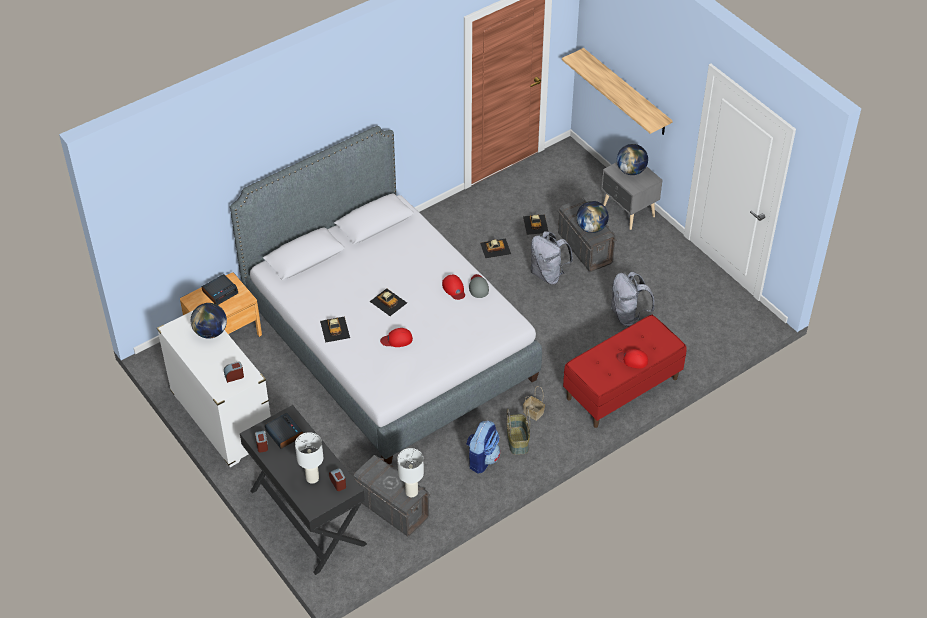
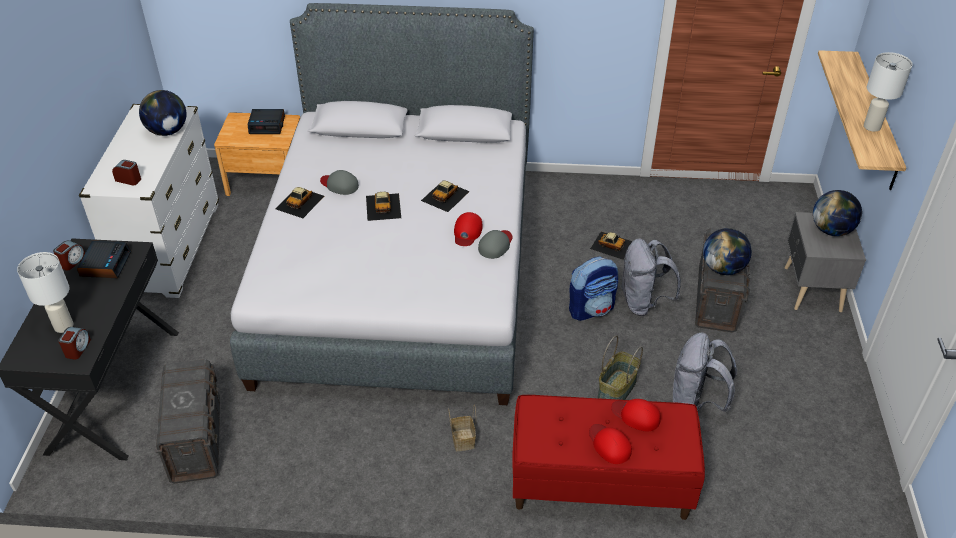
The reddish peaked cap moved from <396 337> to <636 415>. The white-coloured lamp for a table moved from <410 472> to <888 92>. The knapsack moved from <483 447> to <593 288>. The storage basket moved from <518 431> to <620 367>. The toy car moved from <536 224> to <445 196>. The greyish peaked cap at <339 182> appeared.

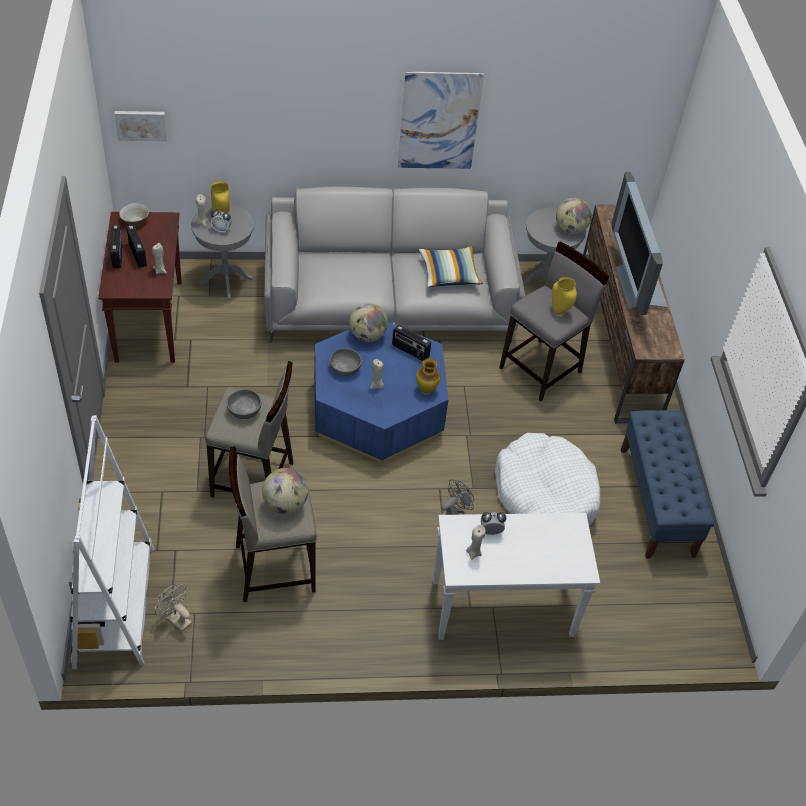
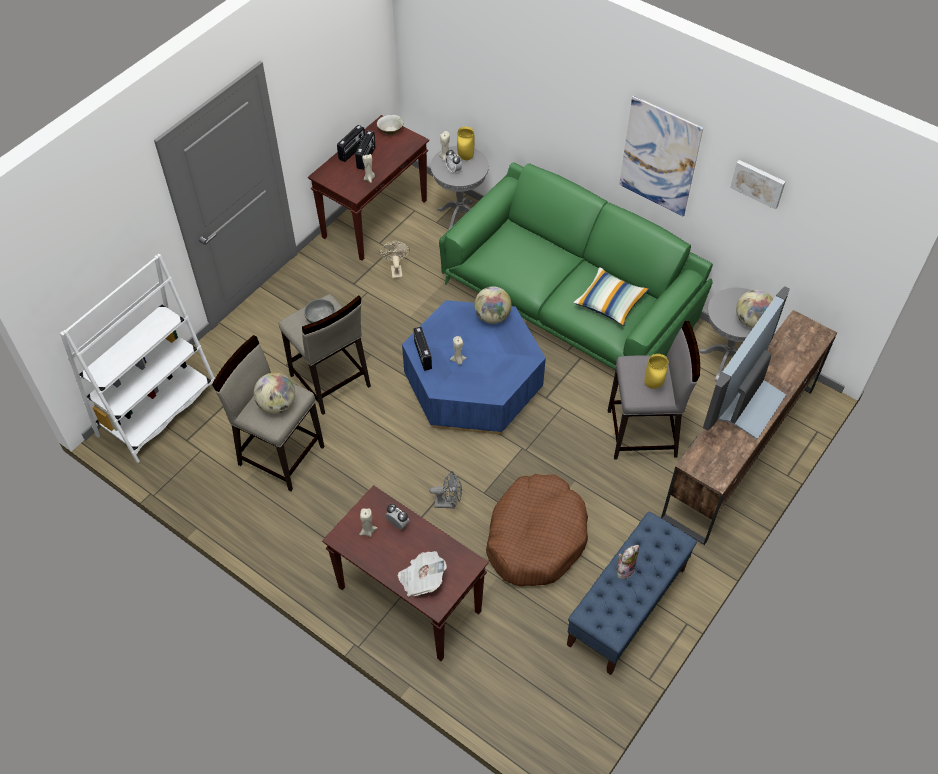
The wall art moved from <140 126> to <758 185>. The beige cooling fan moved from <173 608> to <394 260>. The greyish sofa at <394 265> became the greenish sofa at <576 266>. The greyish serving bowl at <346 362> disappeared. The radio moved from <411 343> to <423 349>. The flower vase at <428 376> disappeared. The white-coloured hall table at <516 576> became the brown-coloured hall table at <405 573>. The white-coloured dog cushion at <547 479> became the brown-coloured dog cushion at <537 530>. The newspaper at <422 574> appeared. The plush toy at <627 562> appeared.

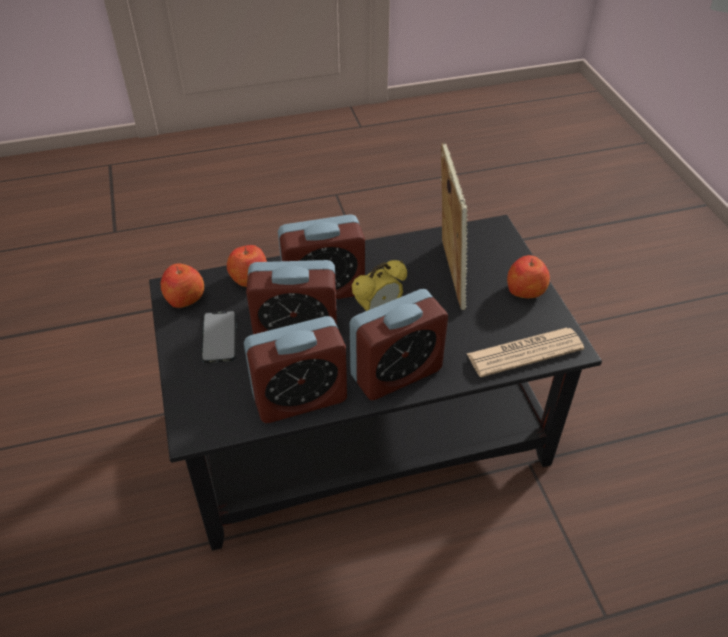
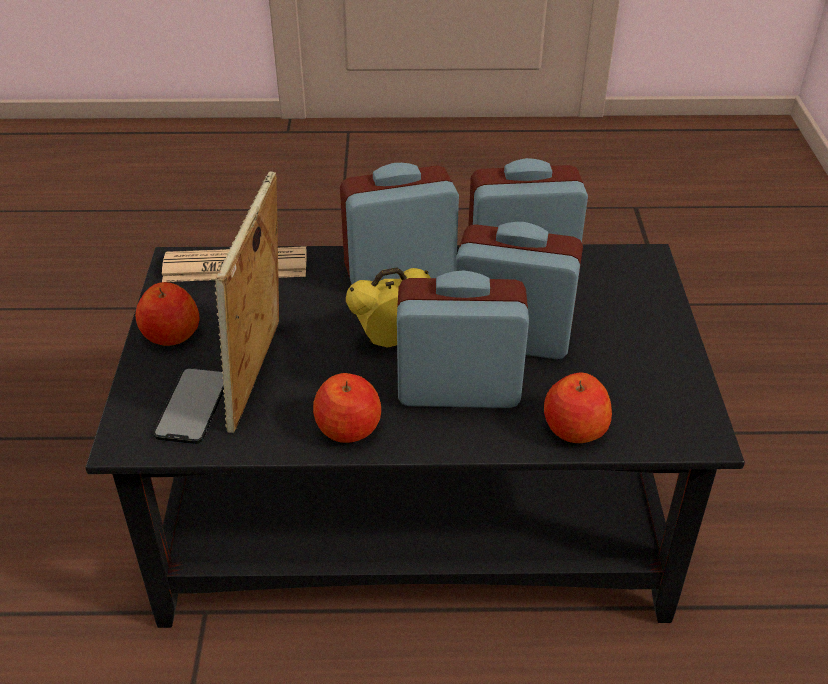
The whole apple moved from <182 286> to <347 408>. The handset moved from <218 336> to <189 405>.

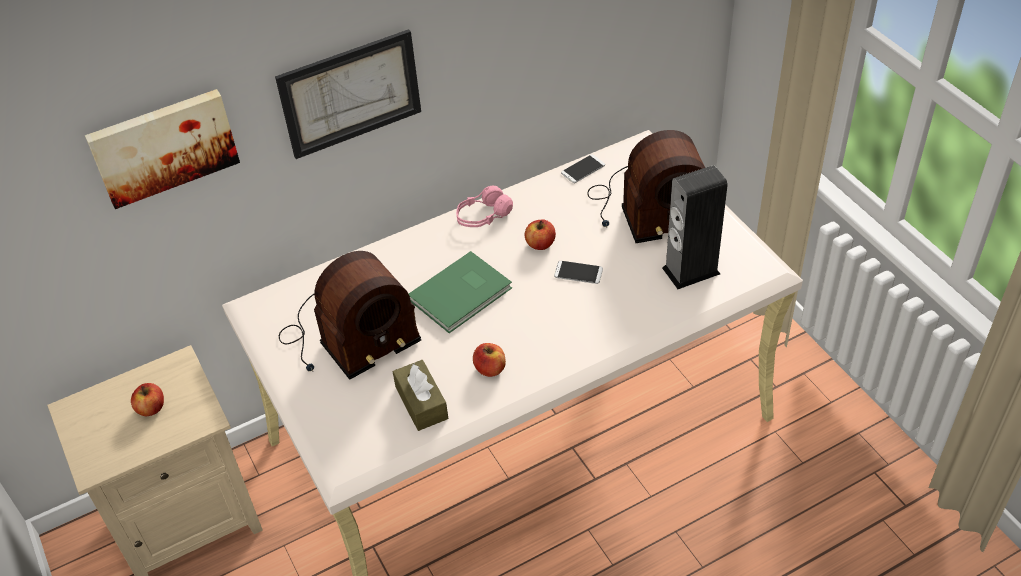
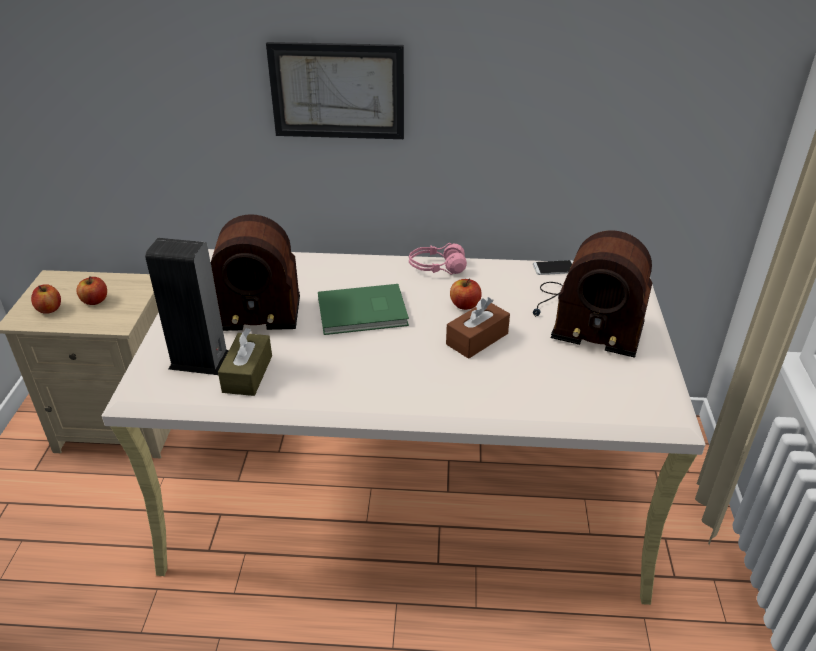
The wall art at <162 149> disappeared. The whole apple moved from <489 360> to <46 299>. The handset at <578 272> was replaced by the brown-coloured tissue holder at <478 328>. The loudspeaker moved from <695 227> to <186 306>.

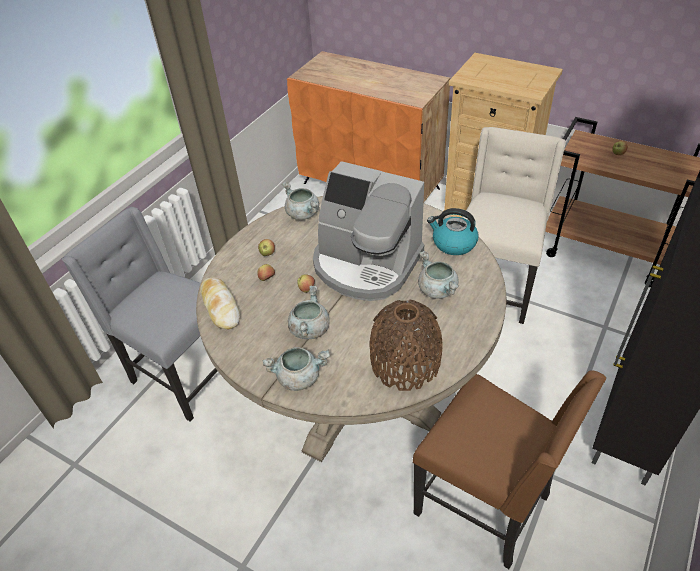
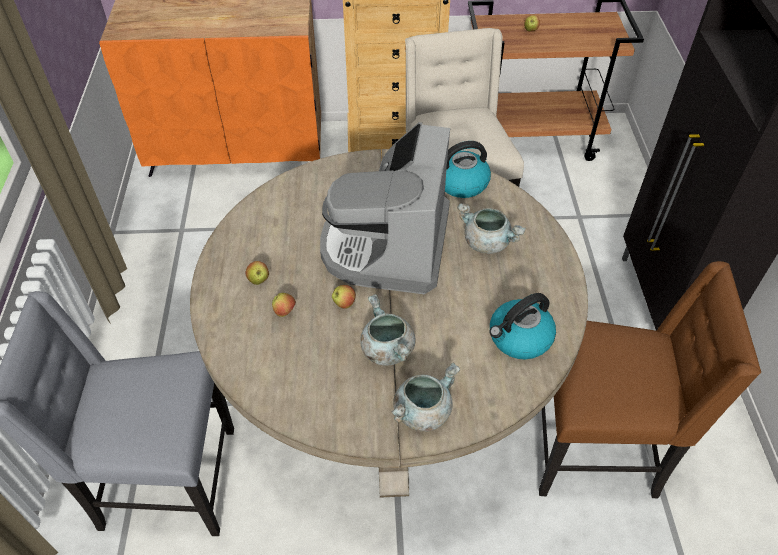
The bread at <220 303> disappeared. The greyish stockpot at <300 201> disappeared. The coffee brewer at <368 231> turned 105 degrees clockwise. The brown-coloured flower vase at <405 345> was replaced by the tea kettle at <523 326>.

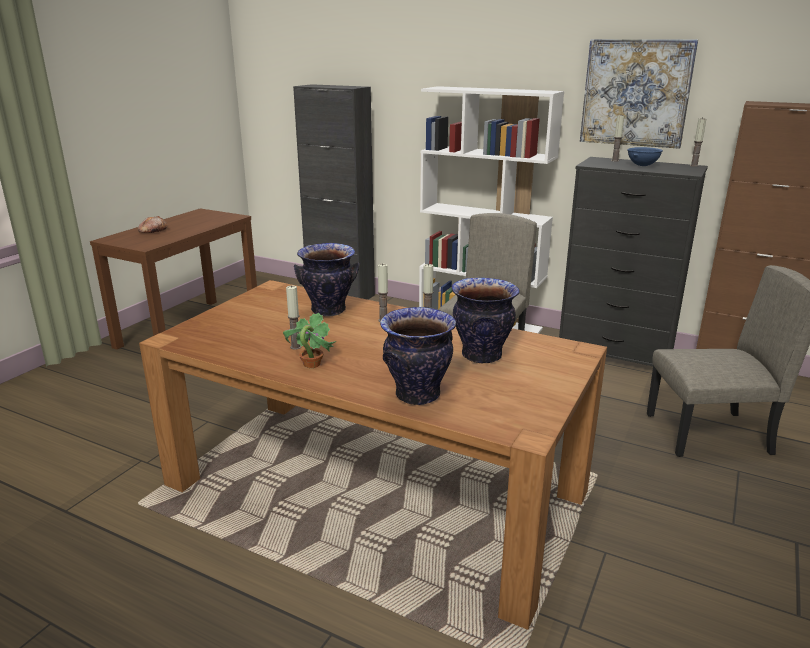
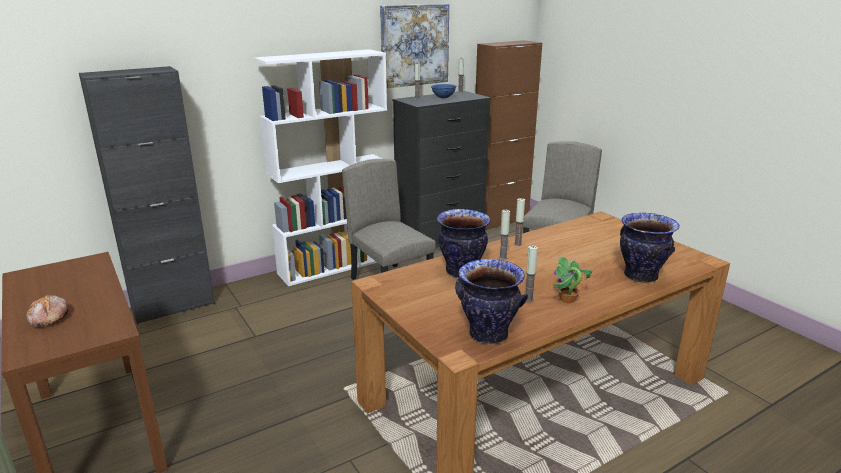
The flower vase moved from <486 320> to <491 301>.

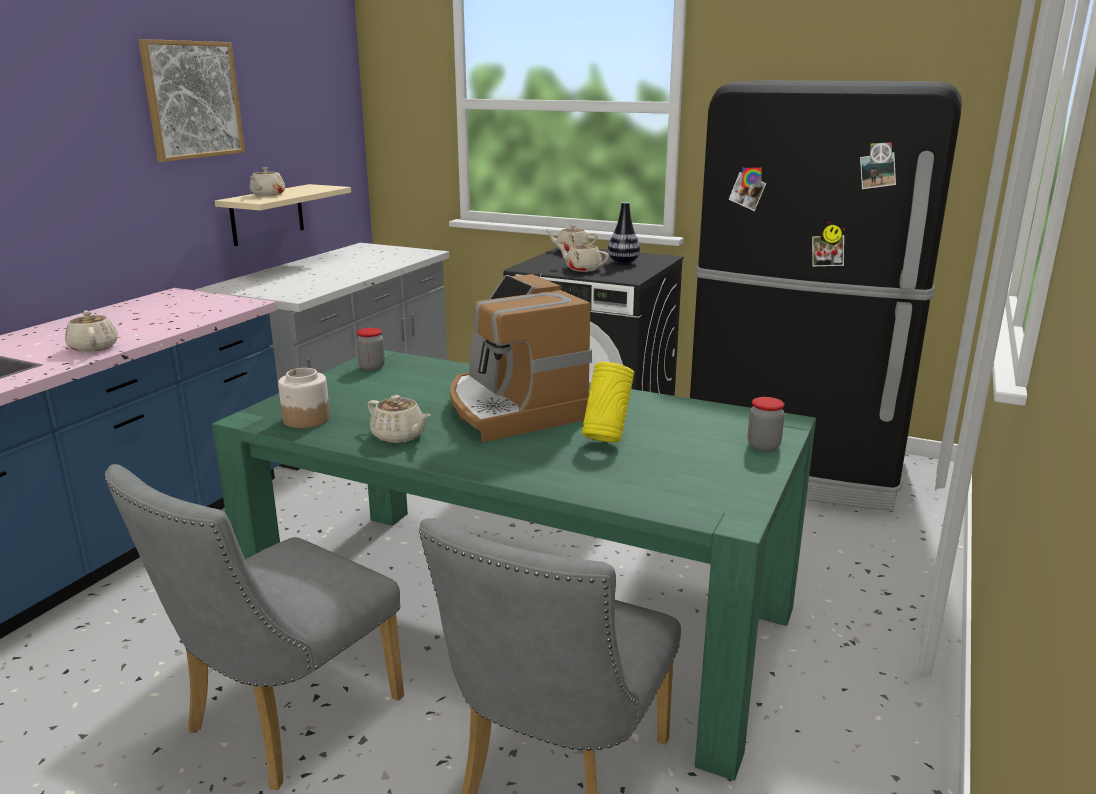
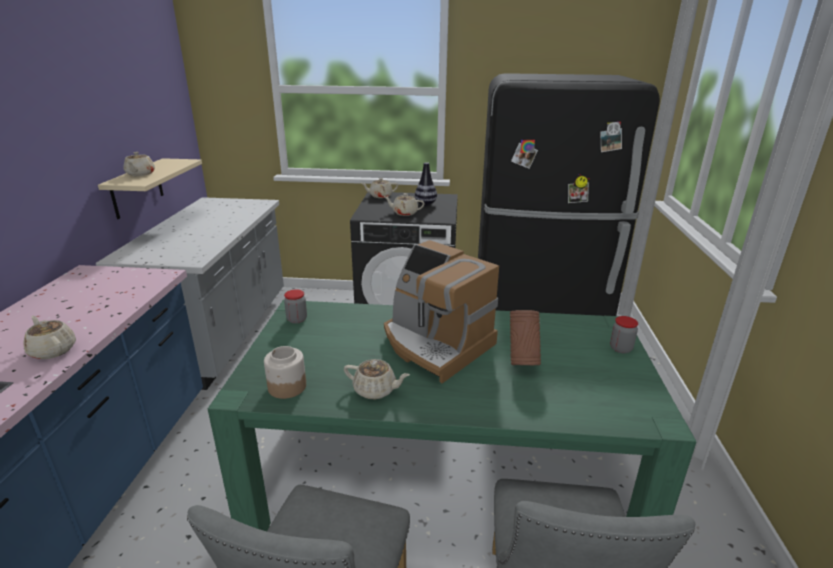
The wall art at <191 100> disappeared. The yellow flower vase at <608 402> became the brown-coloured flower vase at <525 337>.

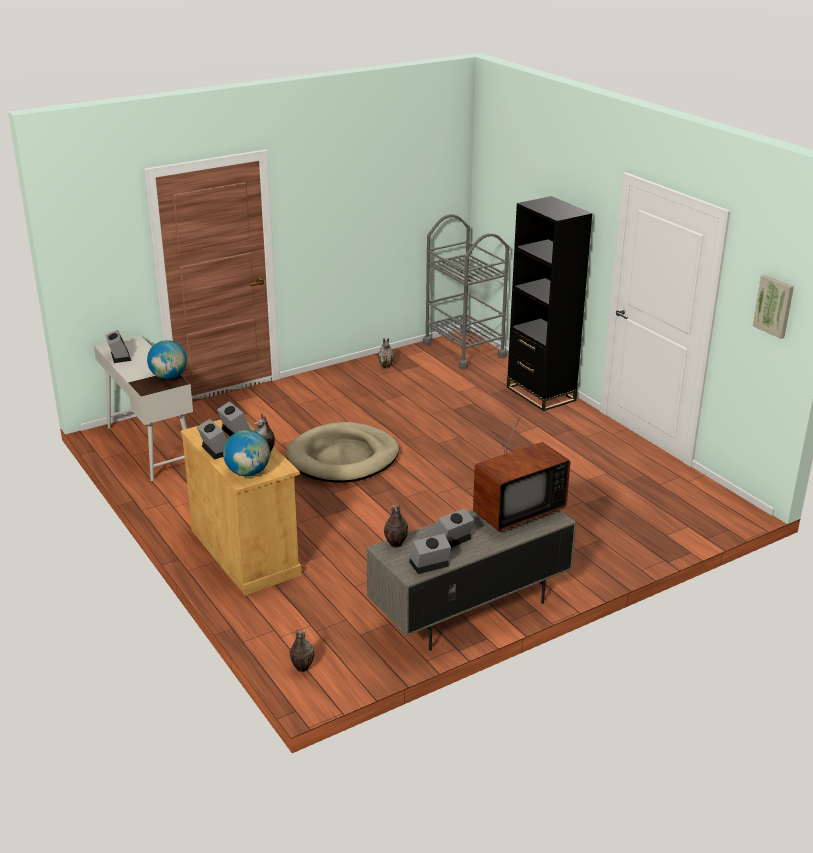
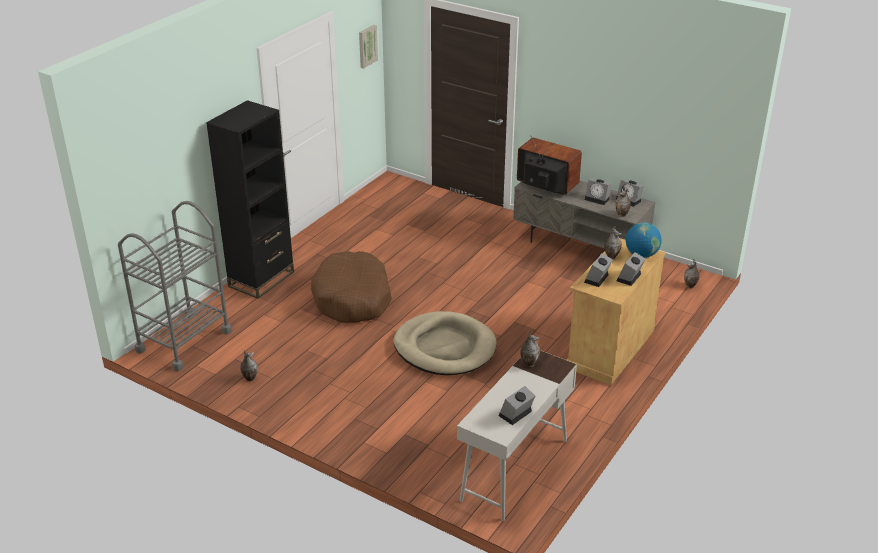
The globe at <167 359> was replaced by the flower vase at <530 349>. The brown-coloured dog cushion at <351 287> appeared.

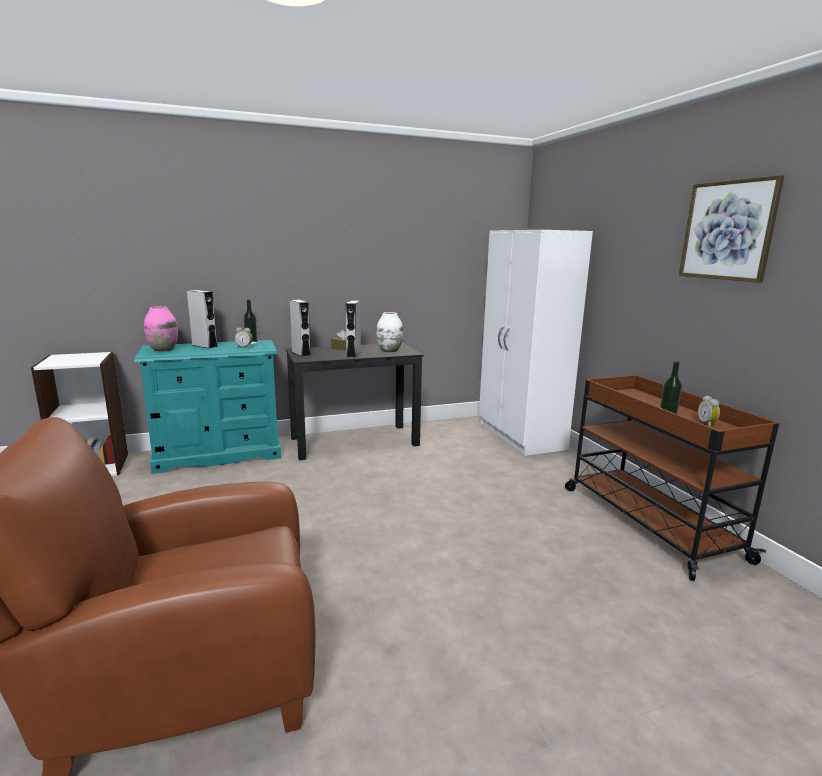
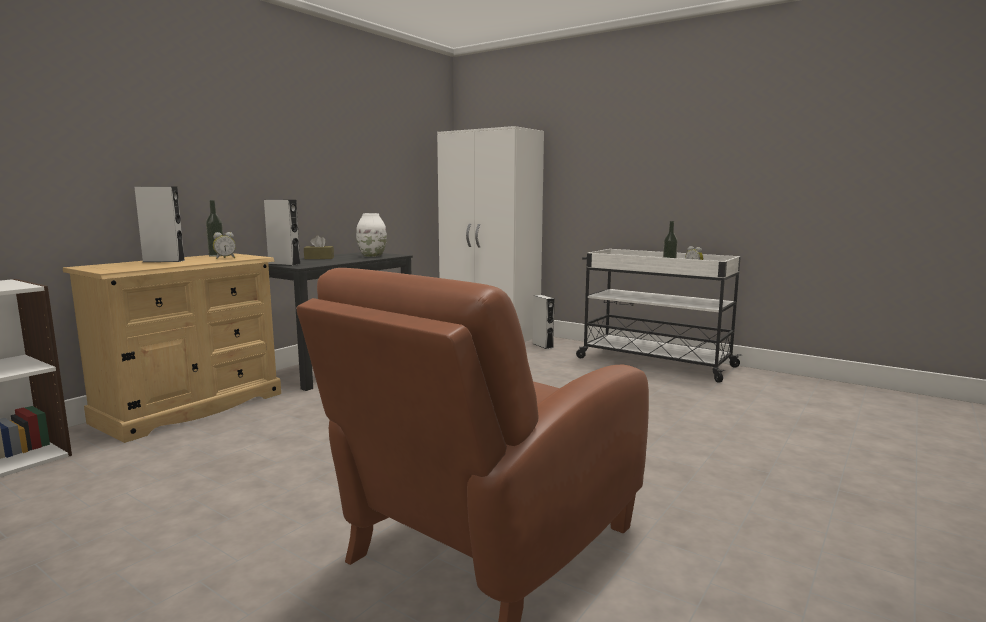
The turquoise dresser at <207 407> became the beige dresser at <172 348>. The pink-coloured flower vase at <161 329> disappeared. The greyish loudspeaker moved from <353 329> to <543 322>. The brown-coloured trolley at <672 478> became the white-coloured trolley at <659 316>. The wall art at <732 229> disappeared.

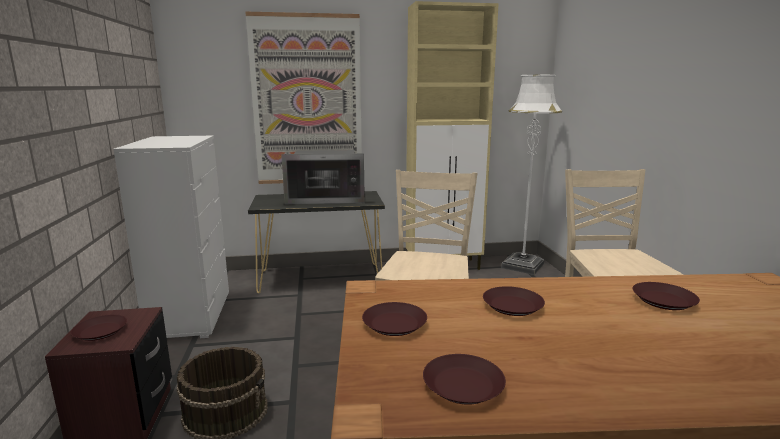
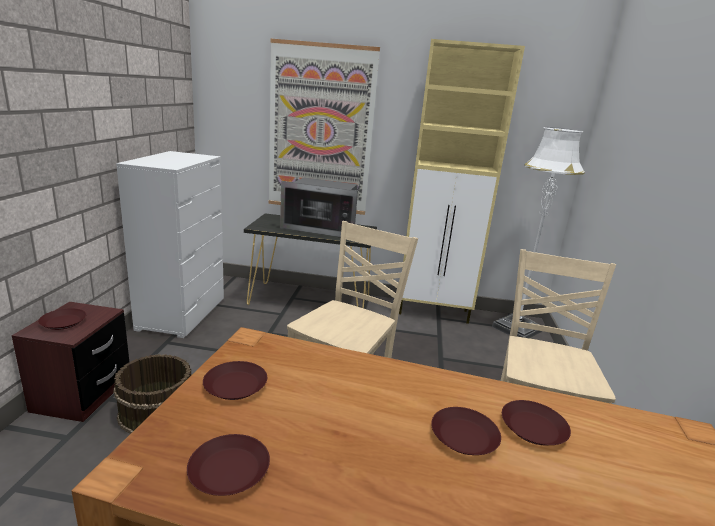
The brown-coloured dinner plate moved from <514 301> to <466 431>.

